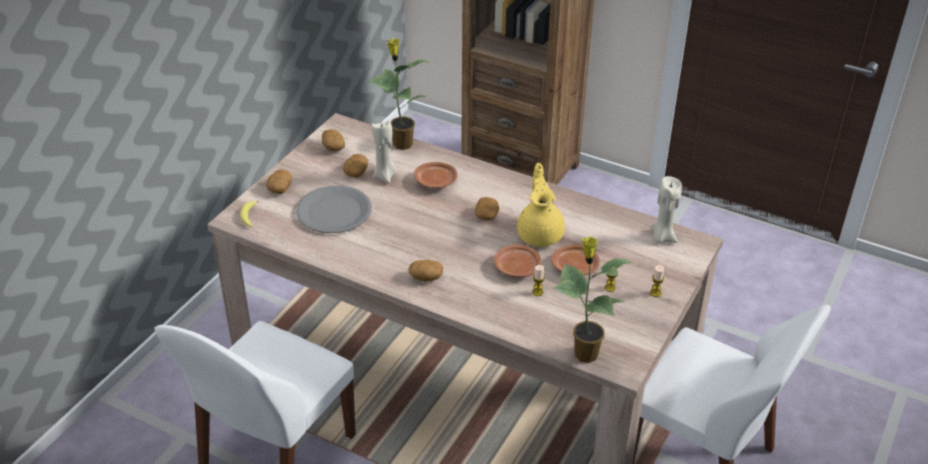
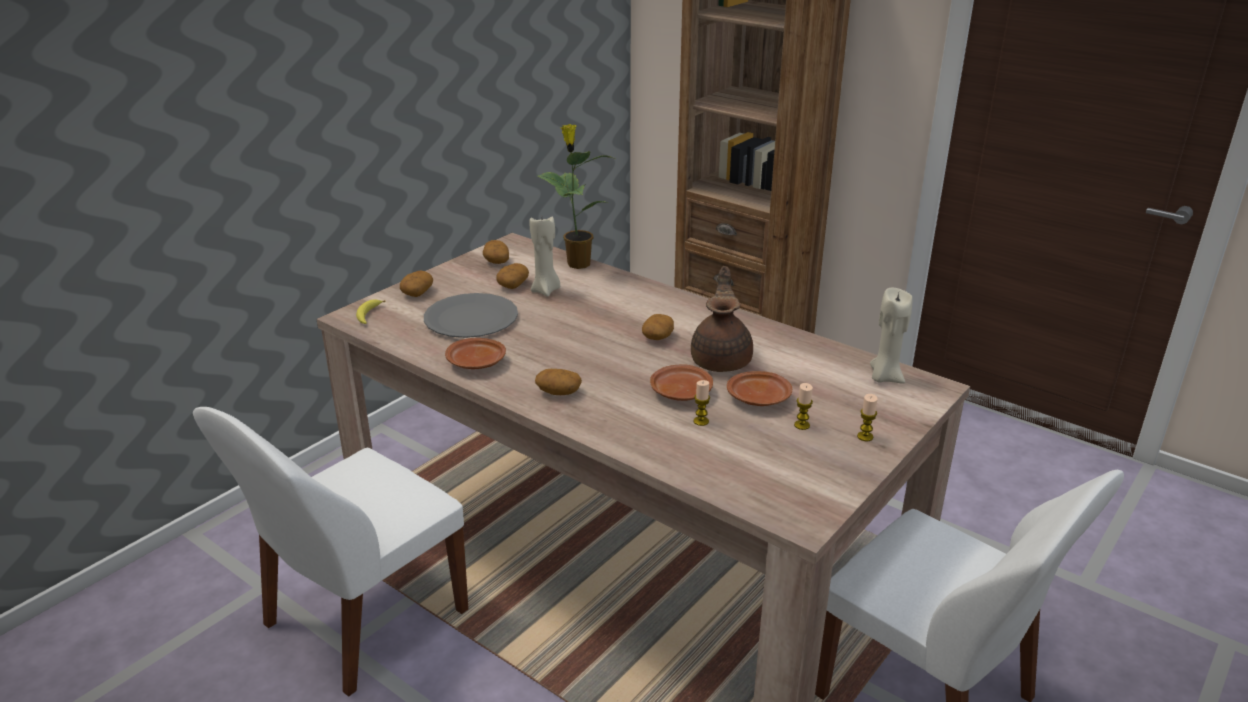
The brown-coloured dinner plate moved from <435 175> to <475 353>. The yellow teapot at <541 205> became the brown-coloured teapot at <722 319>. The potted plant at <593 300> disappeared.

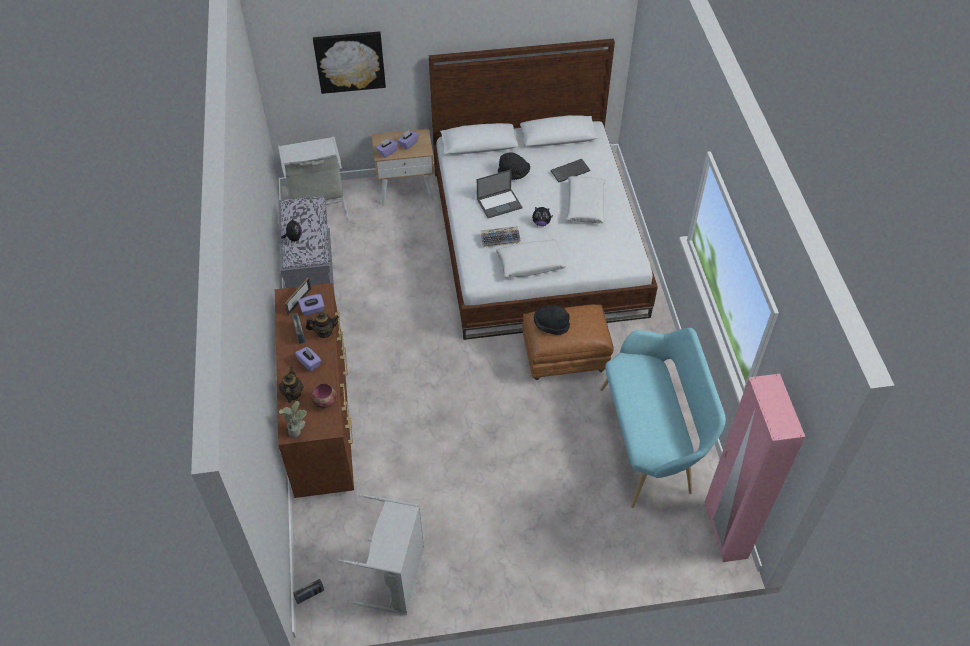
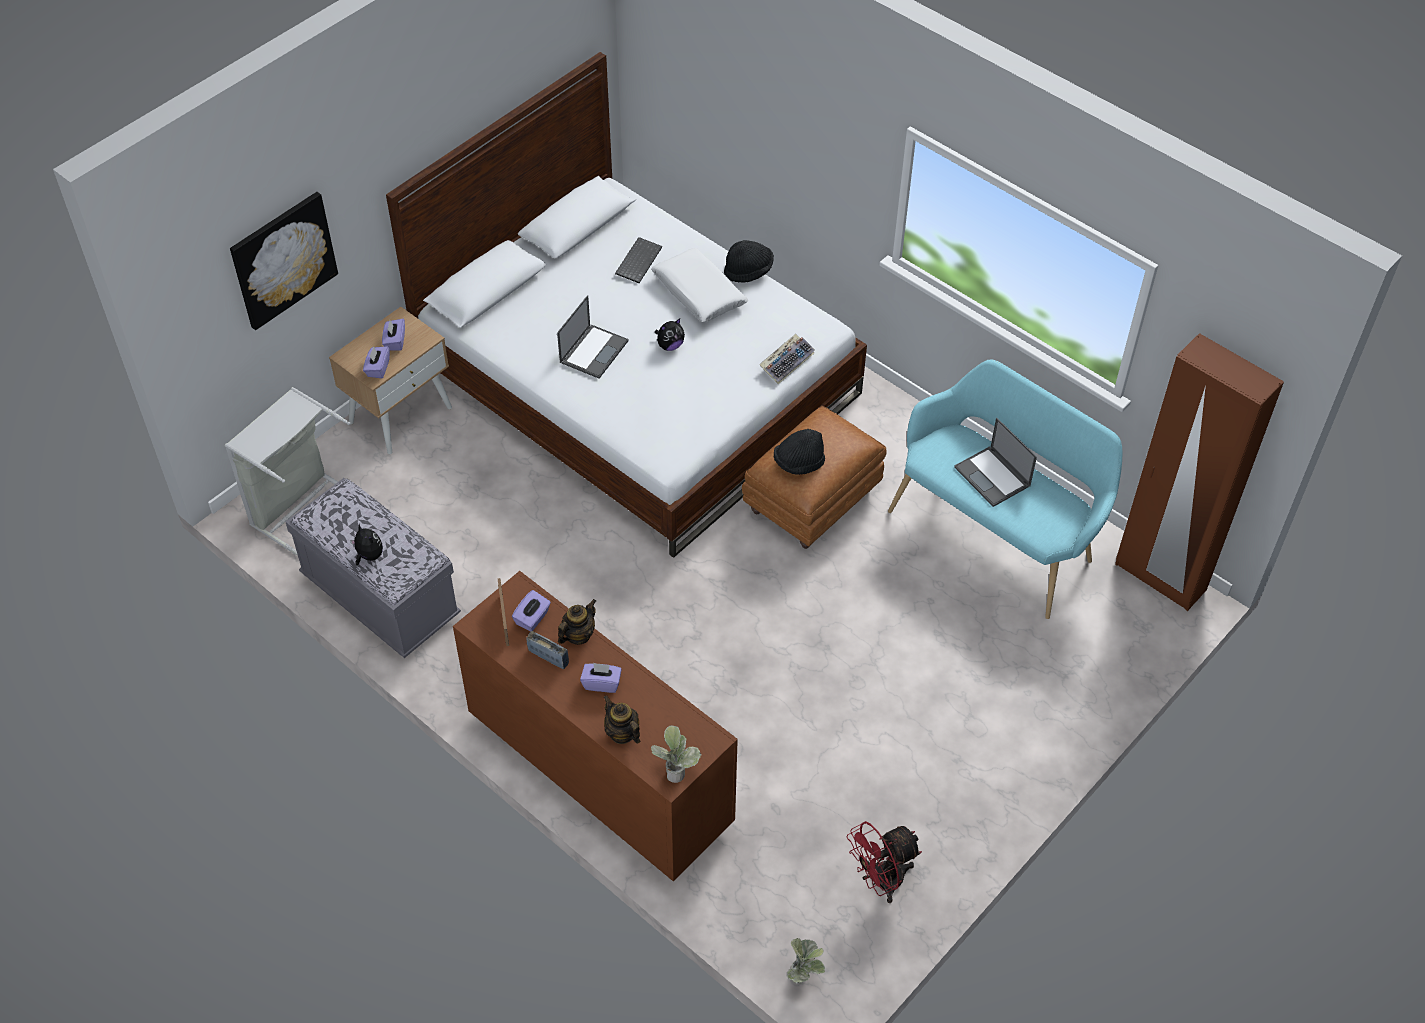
The radio at <308 591> was replaced by the potted plant at <806 961>. The serving bowl at <324 395> disappeared. The greyish laundry basket at <381 554> was replaced by the reddish cooling fan at <884 862>. The PC keyboard moved from <501 237> to <787 359>. The white-coloured cushion at <531 259> disappeared. The black-coloured hat moved from <514 166> to <749 261>. The pink-coloured clothes cupboard at <755 468> became the brown-coloured clothes cupboard at <1199 472>. The laptop at <995 462> appeared.

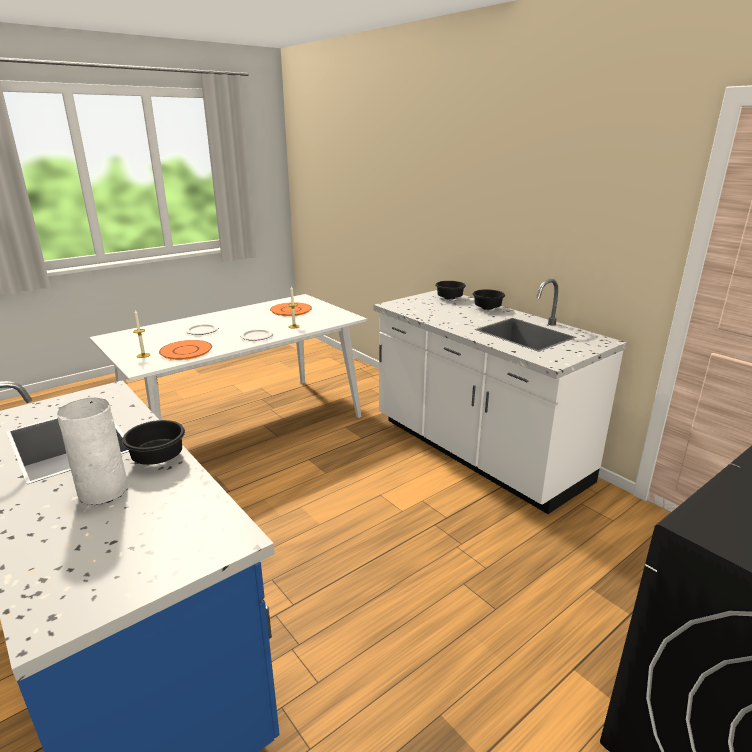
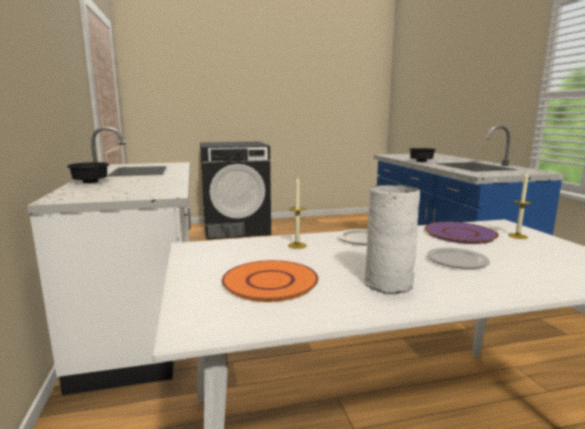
The white-coloured flower vase moved from <93 451> to <392 239>. The orange dinner plate at <185 350> became the purplish dinner plate at <461 233>. The black-coloured serving bowl at <450 290> disappeared.

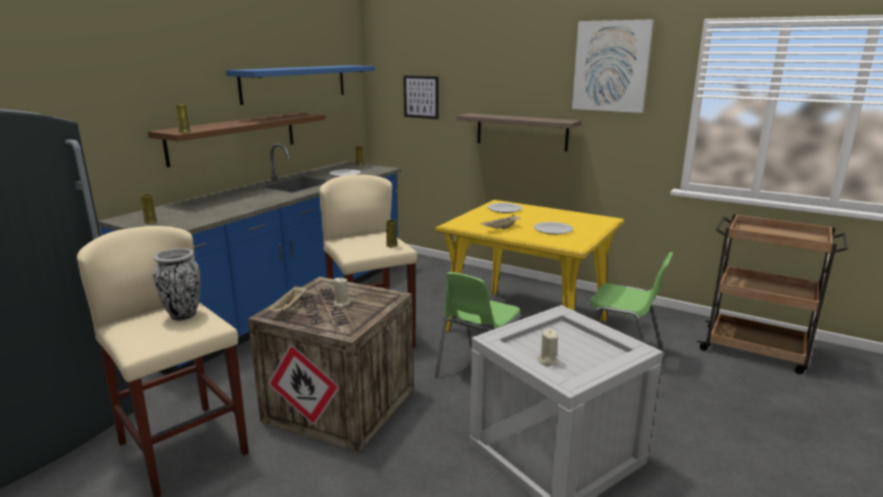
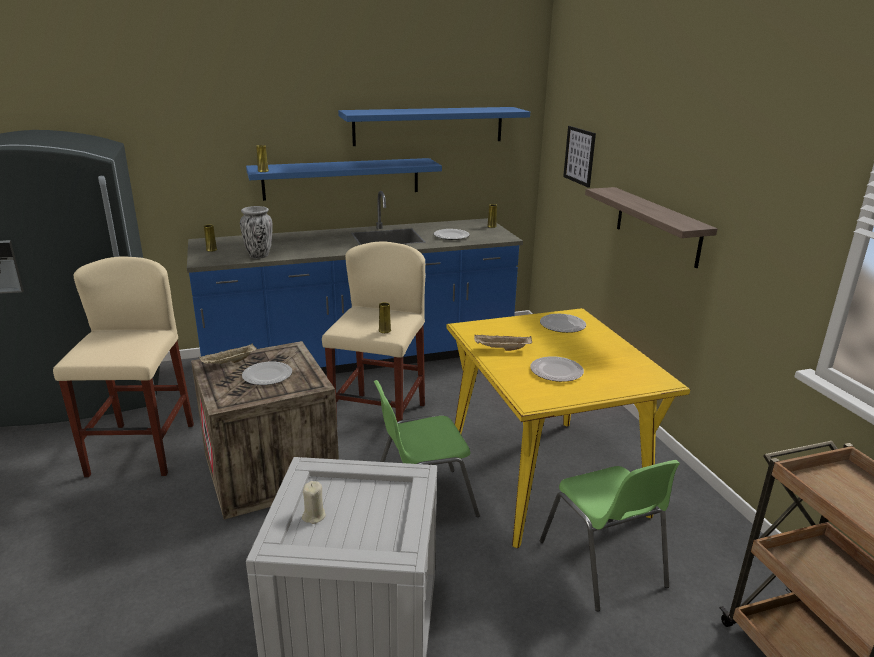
The brown-coloured wall shelf at <237 139> became the bluish wall shelf at <344 179>. The flower vase moved from <176 284> to <256 232>. The beige wax light at <342 292> was replaced by the dinner plate at <267 373>. The wall art at <613 66> disappeared.

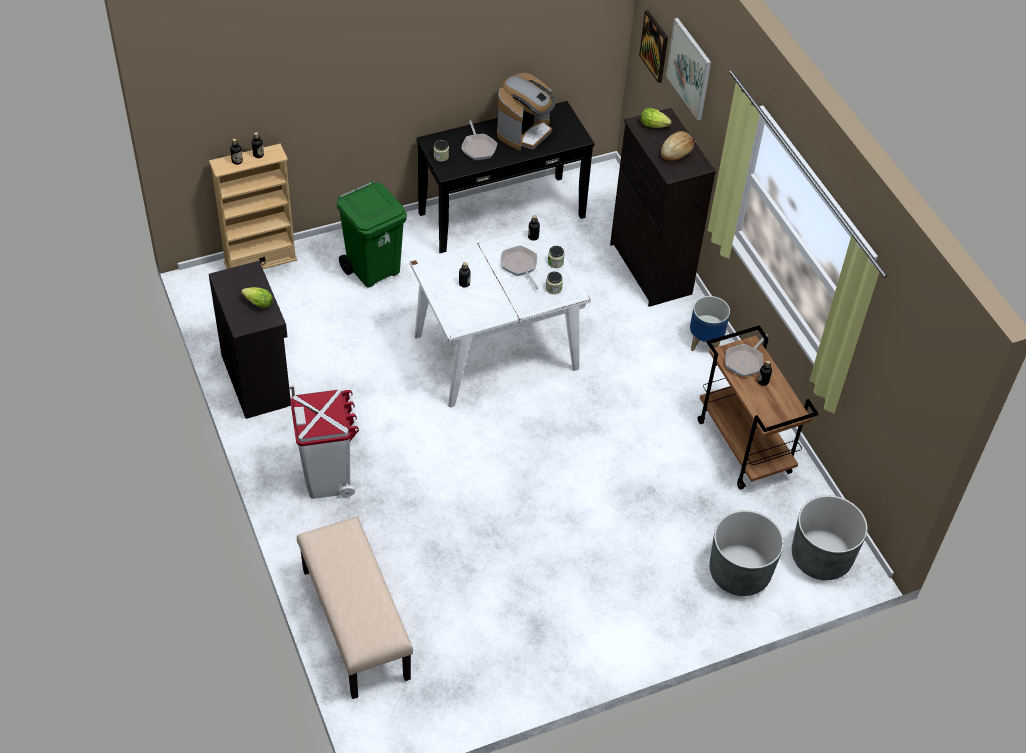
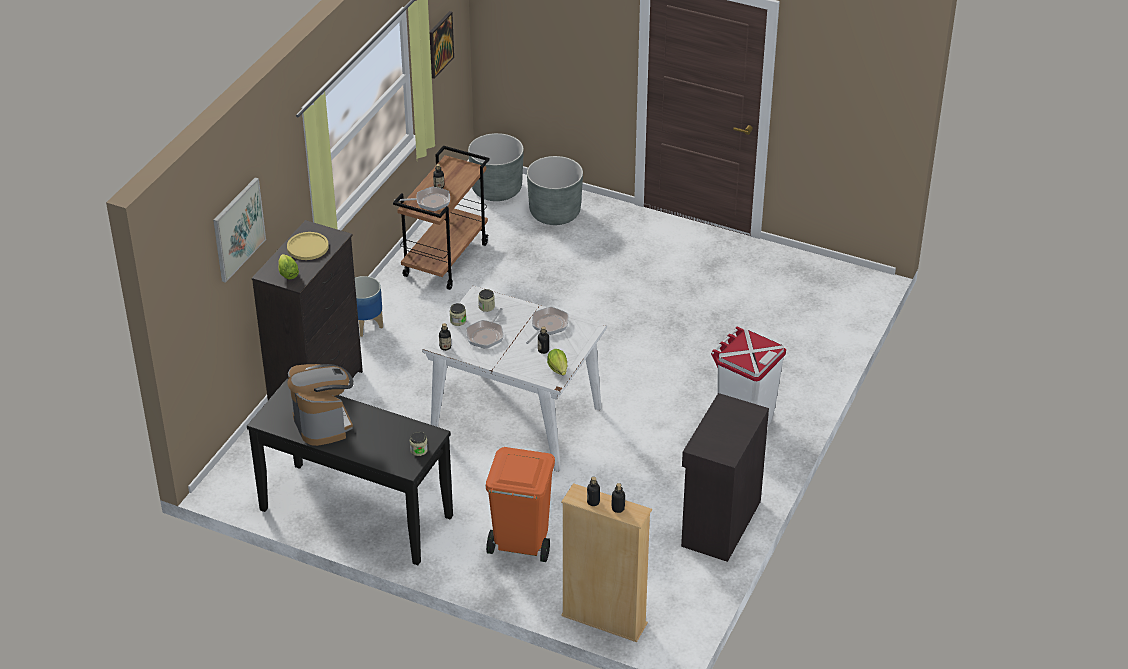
The lettuce moved from <257 297> to <557 362>. The beige long seat at <355 607> disappeared. The greenish waste bin at <372 234> became the orange waste bin at <520 504>. The frying pan moved from <479 140> to <547 325>. The coffee brewer at <526 112> turned 75 degrees clockwise. The wall art moved from <653 46> to <442 45>. The bread at <677 146> was replaced by the yellow dinner plate at <308 246>.

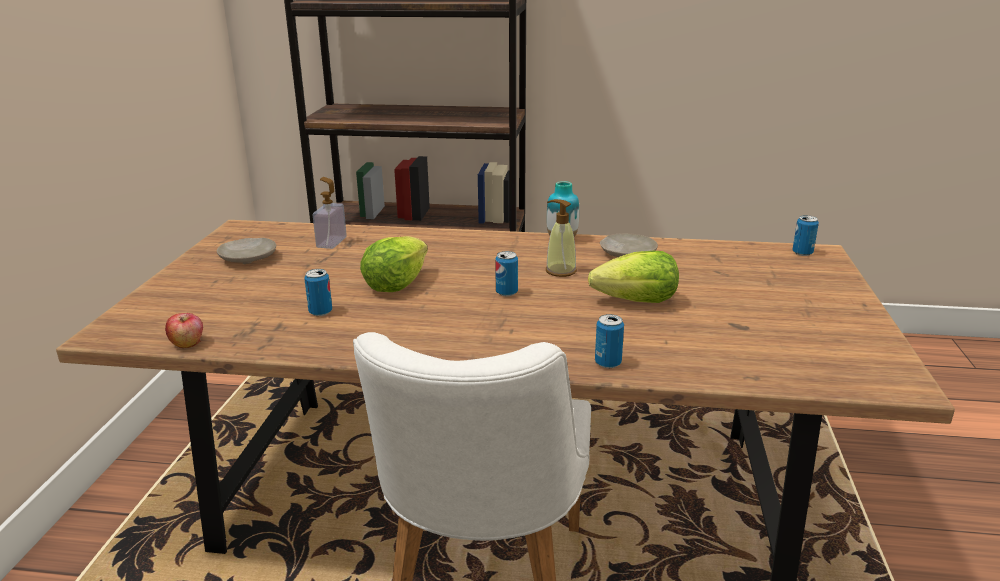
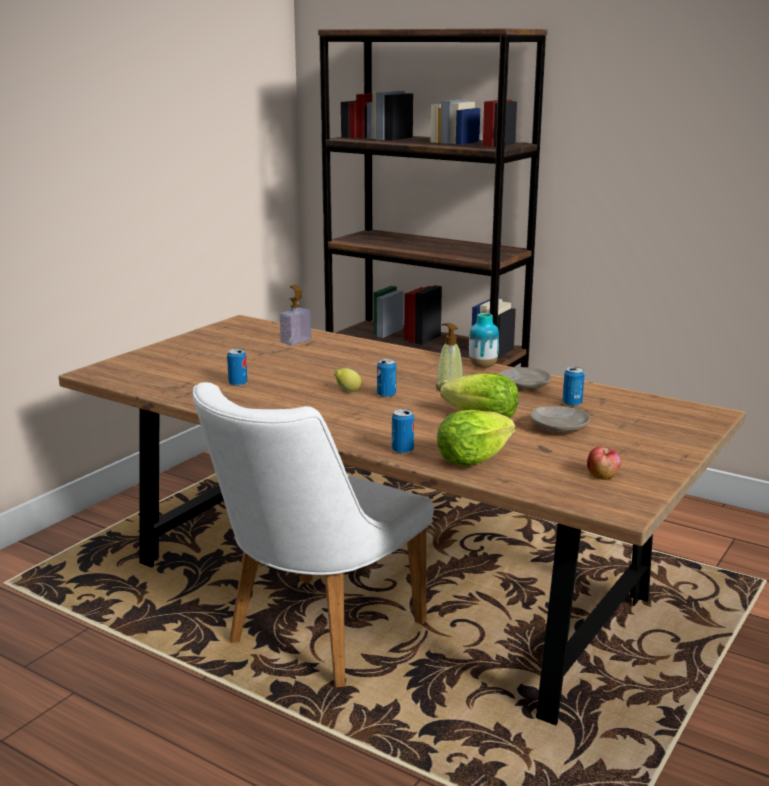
The whole apple moved from <184 330> to <604 463>. The beige dinner plate moved from <246 251> to <560 419>. The lettuce moved from <394 264> to <476 438>. The metal can moved from <805 235> to <574 387>. The lemon at <347 380> appeared.

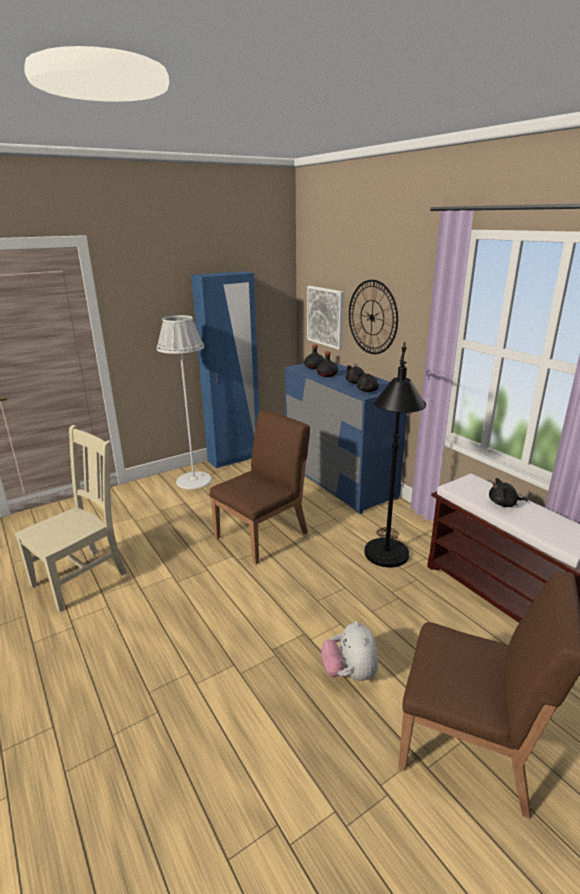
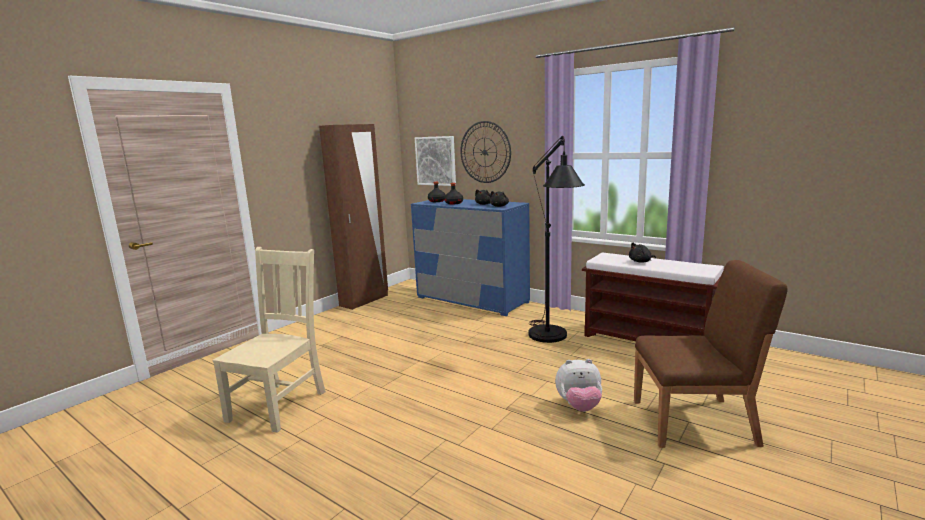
The white-coloured floor lamp at <184 402> disappeared. The bluish clothes cupboard at <225 370> became the brown-coloured clothes cupboard at <353 217>. The brown-coloured chair at <260 487> disappeared. The plush toy at <349 651> turned 60 degrees counterclockwise.

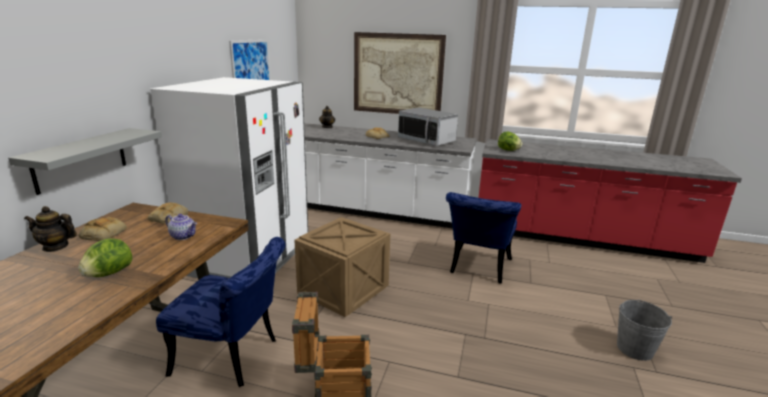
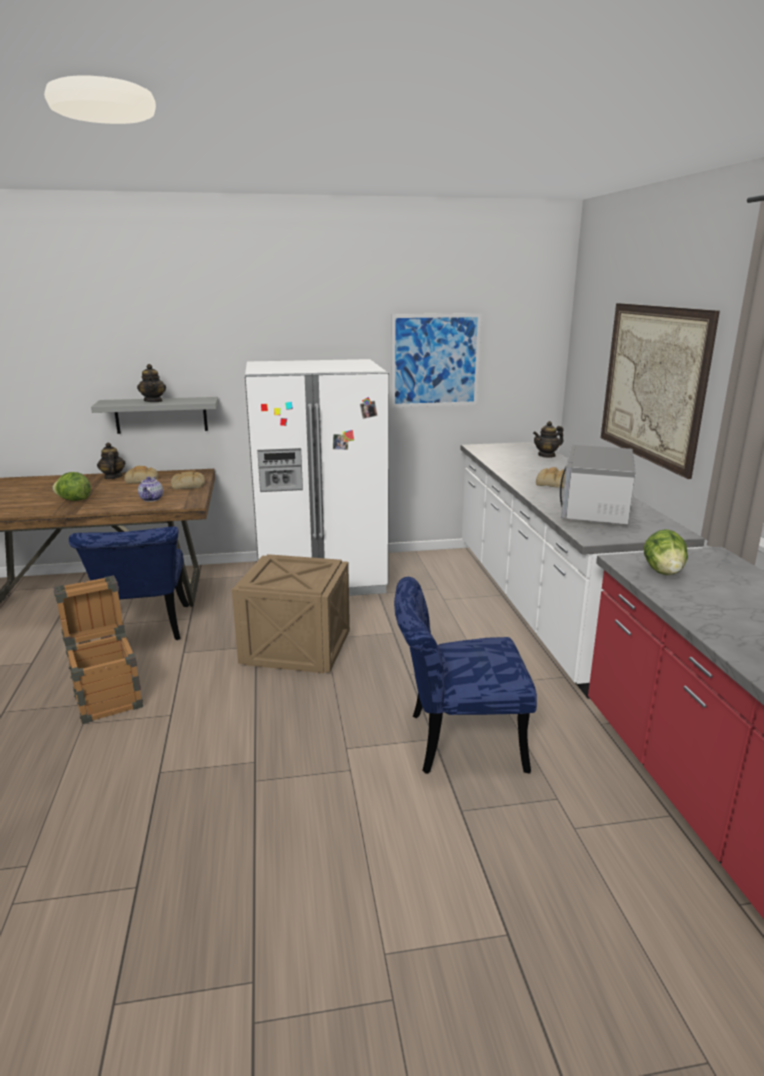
The greyish pail at <644 330> disappeared. The teapot at <151 383> appeared.

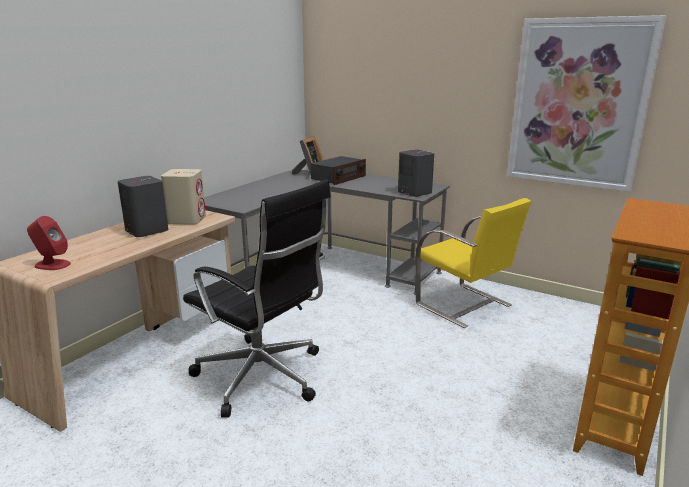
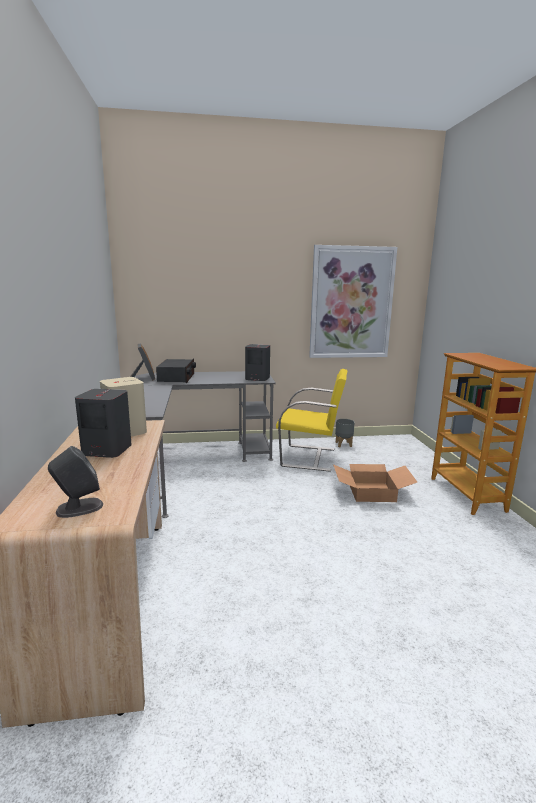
The reddish loudspeaker at <49 243> became the greyish loudspeaker at <75 482>. The black-coloured office chair at <257 299> disappeared. The cardboard box at <375 483> appeared. The greyish plant pot at <345 433> appeared.

